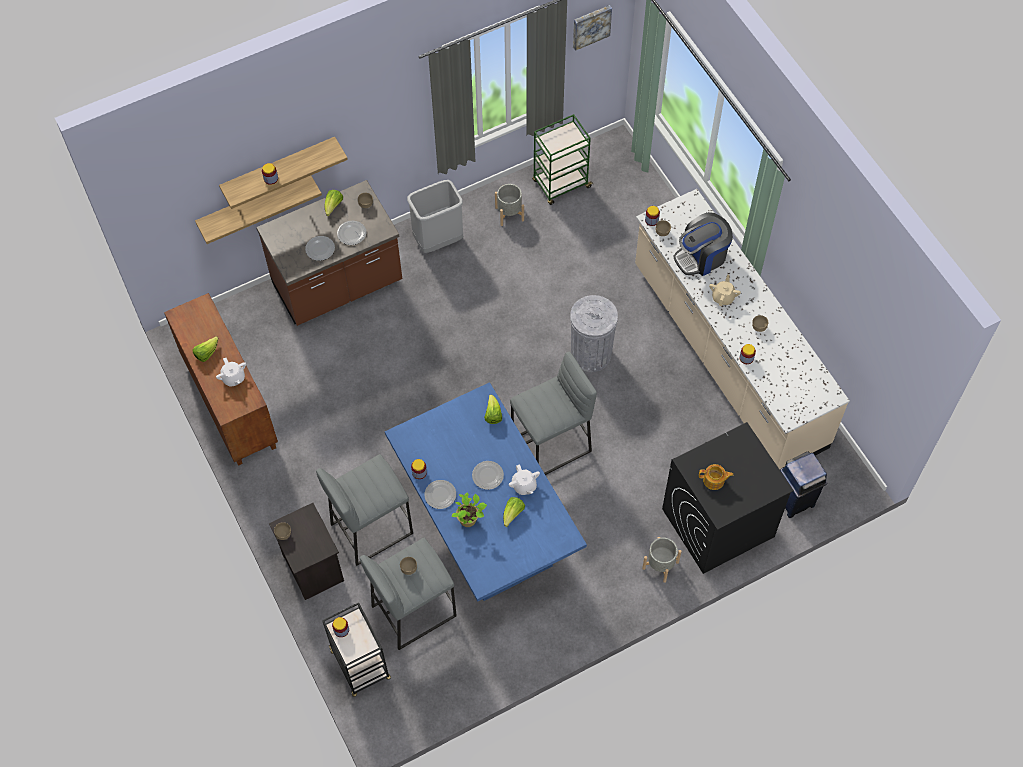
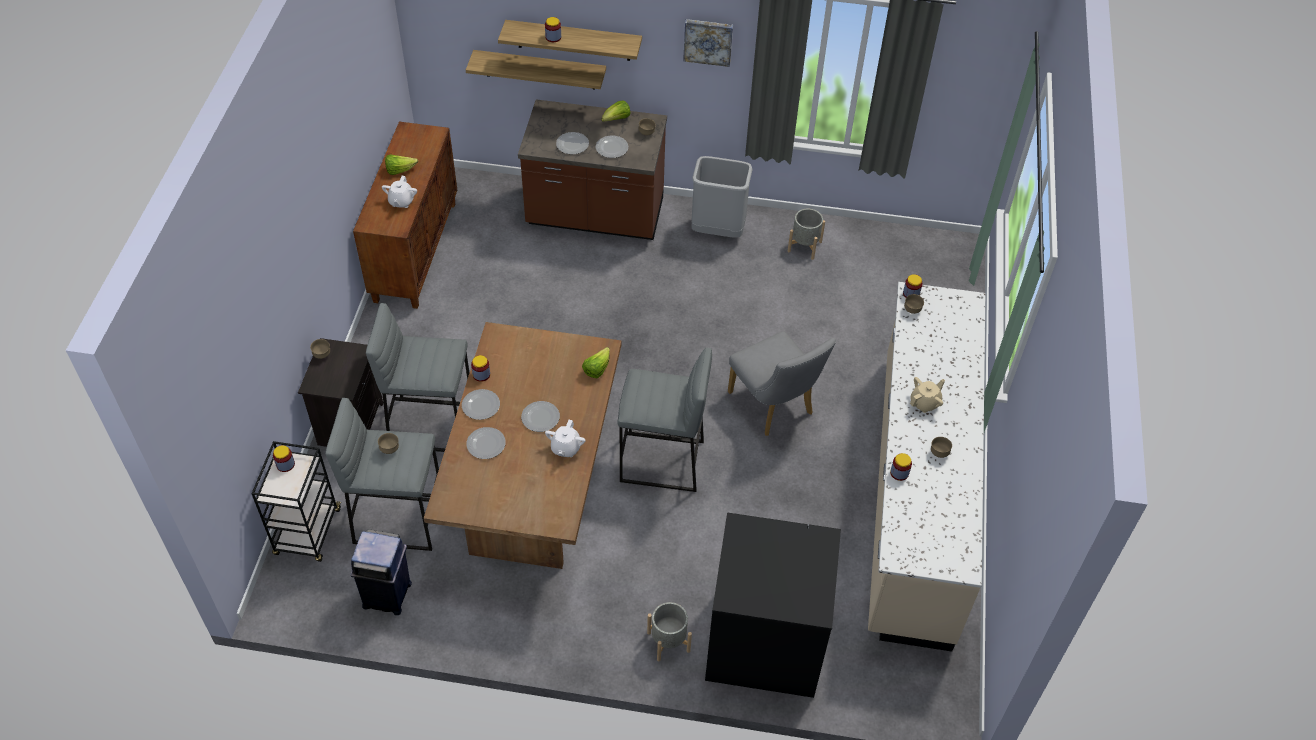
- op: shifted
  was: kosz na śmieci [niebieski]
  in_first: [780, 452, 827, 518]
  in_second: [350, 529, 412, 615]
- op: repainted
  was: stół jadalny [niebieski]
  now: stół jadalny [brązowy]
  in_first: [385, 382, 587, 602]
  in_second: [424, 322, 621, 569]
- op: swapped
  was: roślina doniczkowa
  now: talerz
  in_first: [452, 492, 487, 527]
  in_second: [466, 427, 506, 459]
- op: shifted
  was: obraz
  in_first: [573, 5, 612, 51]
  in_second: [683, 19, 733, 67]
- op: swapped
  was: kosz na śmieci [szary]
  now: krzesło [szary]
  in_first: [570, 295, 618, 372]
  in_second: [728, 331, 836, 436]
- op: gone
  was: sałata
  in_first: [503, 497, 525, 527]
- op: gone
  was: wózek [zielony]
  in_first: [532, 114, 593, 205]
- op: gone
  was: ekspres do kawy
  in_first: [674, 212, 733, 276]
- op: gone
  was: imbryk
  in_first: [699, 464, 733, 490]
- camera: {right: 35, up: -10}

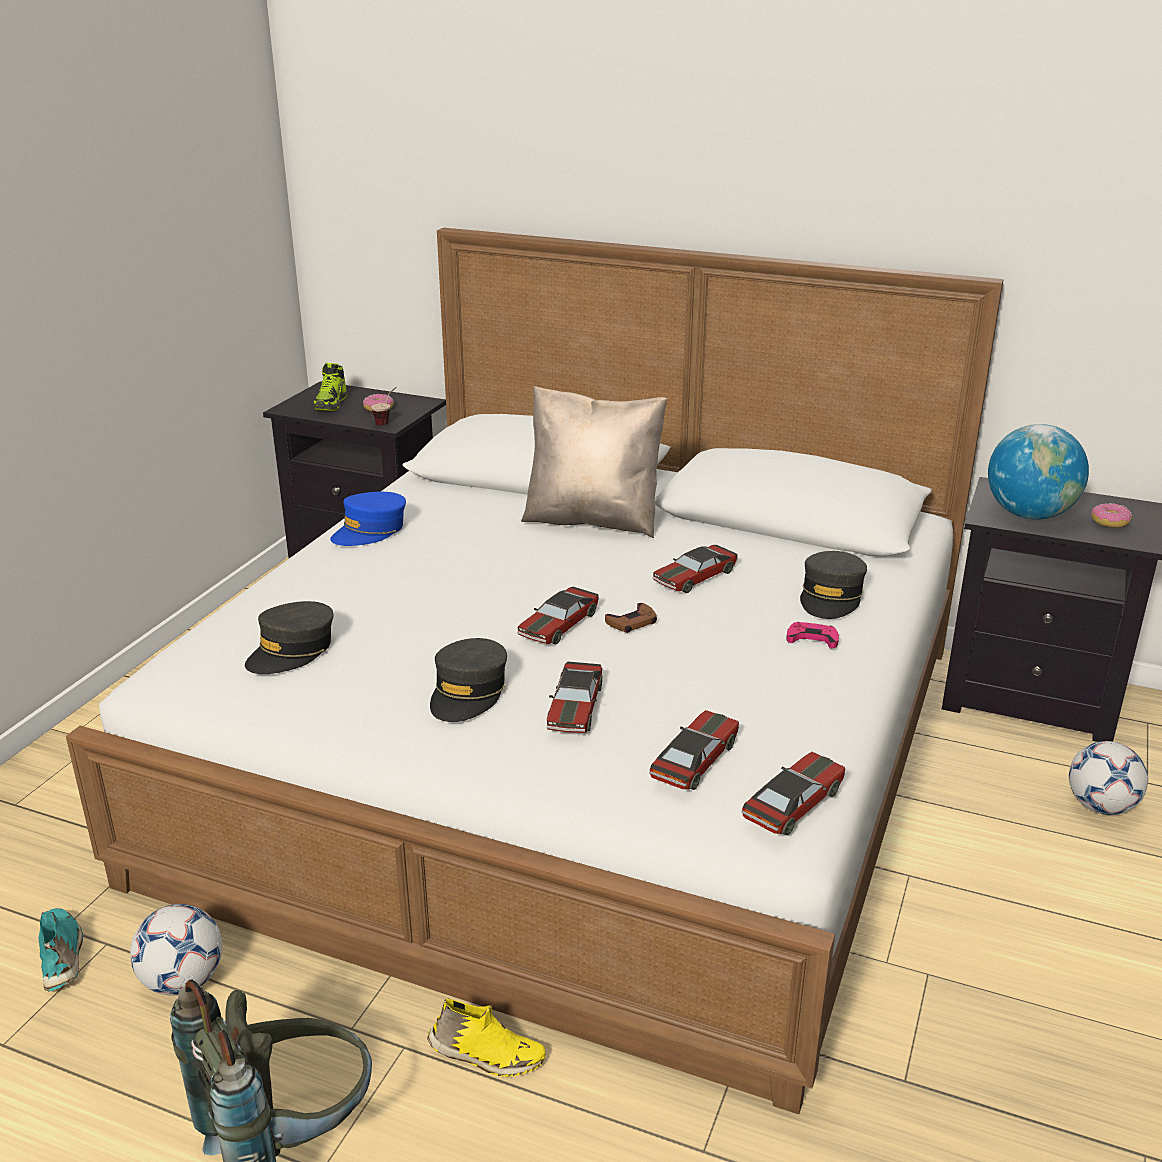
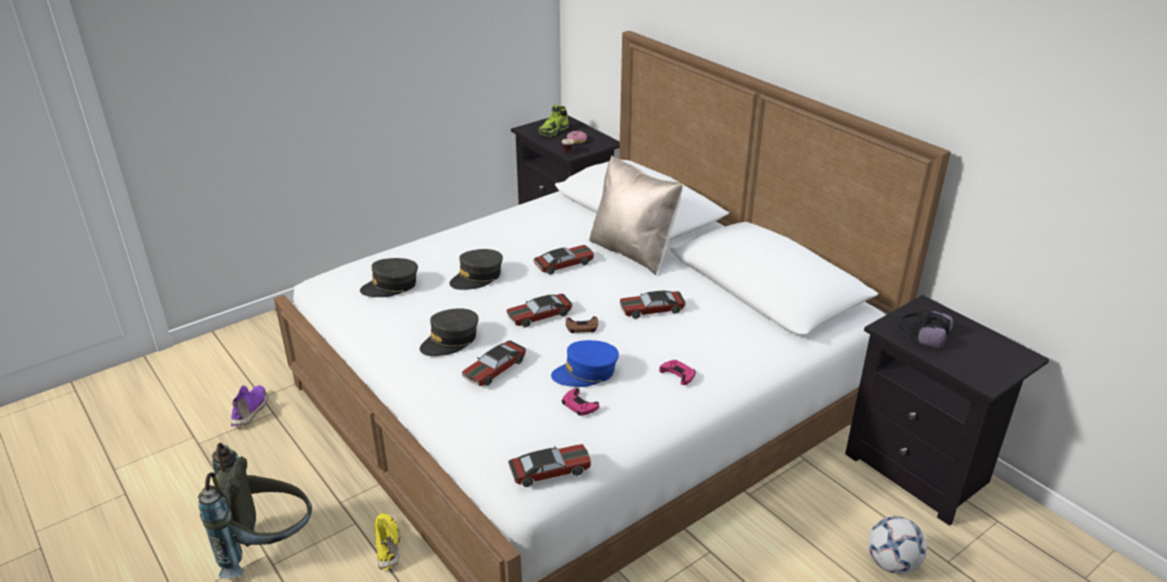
- op: repainted
  was: but [turkusowy]
  now: but [fioletowy]
  in_first: [39, 908, 83, 992]
  in_second: [231, 386, 268, 426]
- op: rotated
  was: but [żółty]
  in_first: [427, 998, 545, 1077]
  in_second: [374, 513, 400, 570]
  clockwise: -150
- op: shifted
  was: czapka z daszkiem [szary]
  in_first: [800, 551, 867, 619]
  in_second: [449, 249, 503, 290]
- op: shifted
  was: samochodzik
  in_first: [649, 710, 739, 790]
  in_second: [534, 245, 594, 275]
- op: shifted
  was: czapka z daszkiem [niebieski]
  in_first: [330, 492, 406, 546]
  in_second: [551, 340, 619, 387]
- op: new
  now: pad do gier [różowy]
  in_second: [562, 388, 599, 416]
- op: swapped
  was: globus
  now: słuchawki
  in_first: [988, 424, 1089, 520]
  in_second: [899, 308, 953, 348]
- op: gone
  was: piłka futbolowa
  in_first: [130, 904, 222, 995]
- op: gone
  was: donut
  in_first: [1091, 503, 1132, 528]
- camera: {right: 30, up: 5}

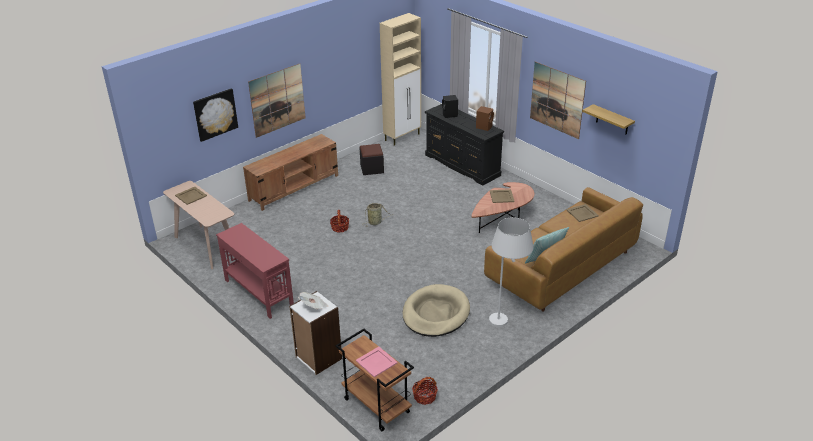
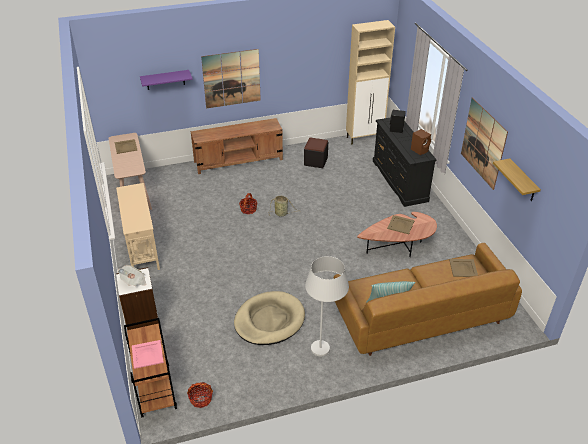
- op: repainted
  was: stolik konsolowy [czerwony]
  now: stolik konsolowy [beżowy]
  in_first: [216, 223, 294, 319]
  in_second: [116, 183, 160, 270]
- op: swapped
  was: obraz
  now: półka [fioletowy]
  in_first: [193, 88, 238, 142]
  in_second: [140, 70, 193, 90]
- camera: {right: 25, up: 5}

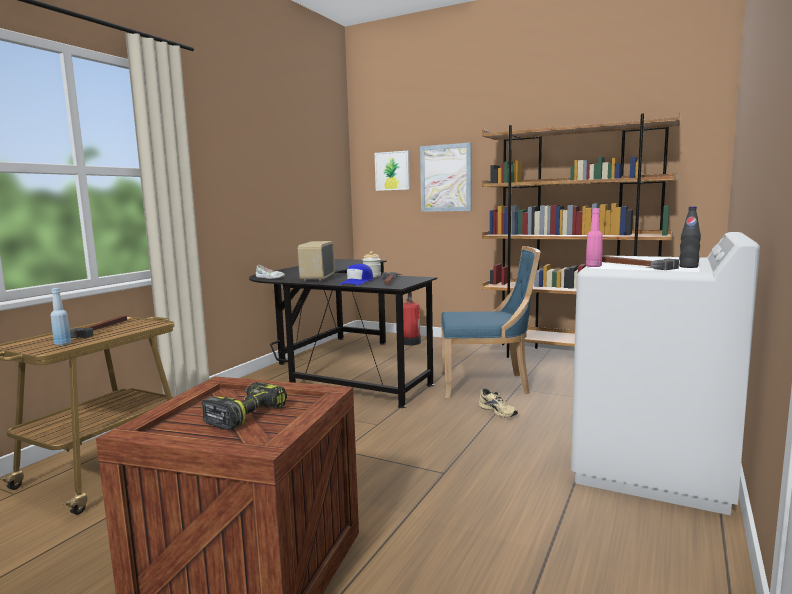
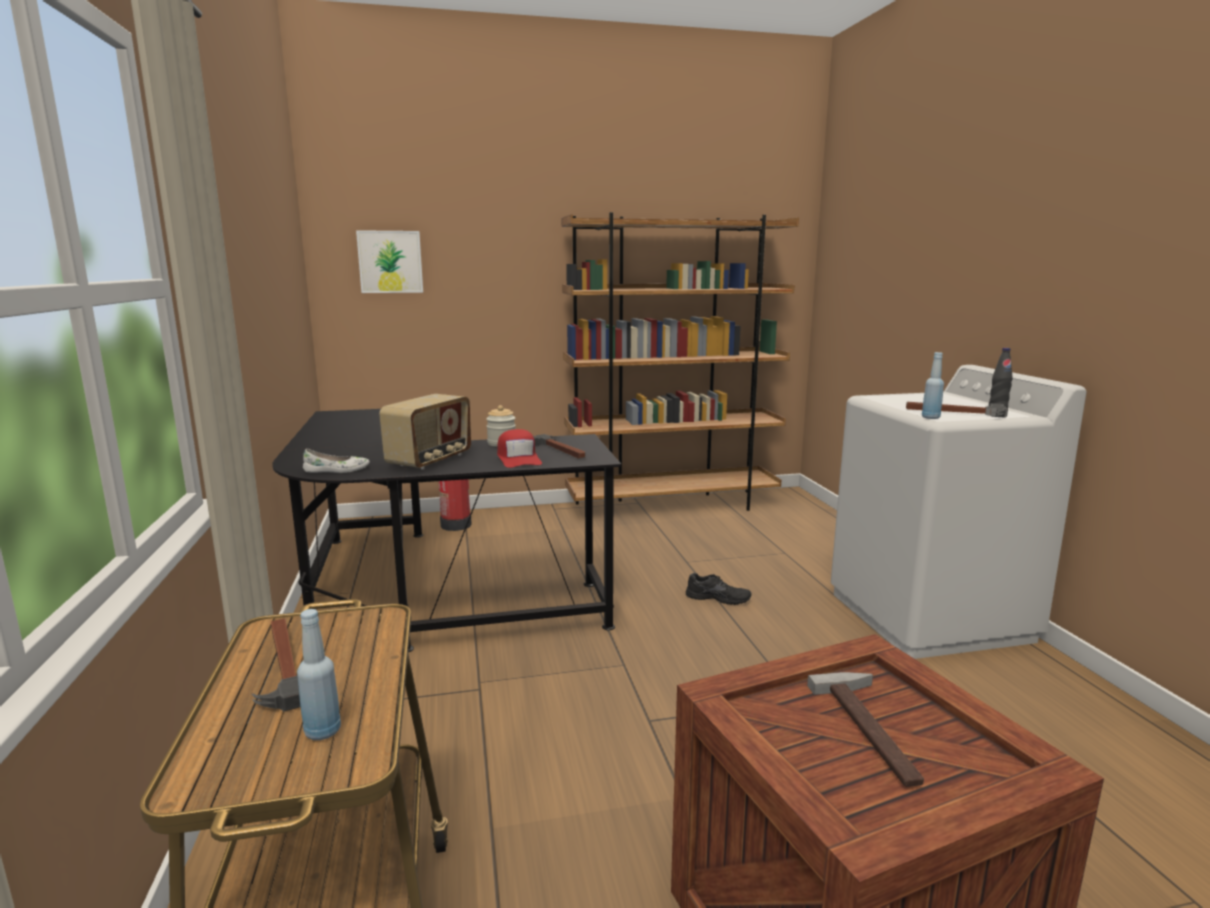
- op: rotated
  was: radio
  in_first: [298, 241, 335, 282]
  in_second: [379, 394, 471, 470]
  clockwise: -120
- op: repainted
  was: czapka z daszkiem [niebieski]
  now: czapka z daszkiem [czerwony]
  in_first: [340, 264, 373, 285]
  in_second: [497, 429, 542, 468]
- op: repainted
  was: but [beżowy]
  now: but [czarny]
  in_first: [478, 388, 518, 418]
  in_second: [686, 573, 752, 605]
- op: swapped
  was: wiertarka
  now: młotek
  in_first: [202, 382, 287, 430]
  in_second: [807, 672, 924, 787]
- op: repainted
  was: butelka [różowy]
  now: butelka [niebieski]
  in_first: [586, 208, 603, 267]
  in_second: [922, 352, 944, 419]
- op: gone
  was: obraz
  in_first: [420, 142, 471, 212]
- op: gone
  was: krzesło [niebieski]
  in_first: [441, 246, 540, 398]
- camera: {right: -40, up: 5}

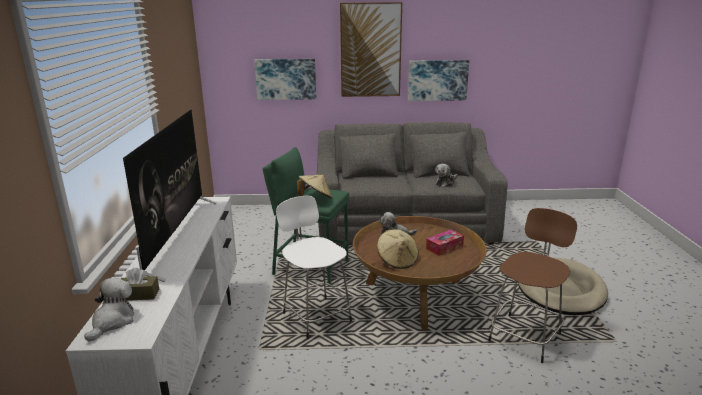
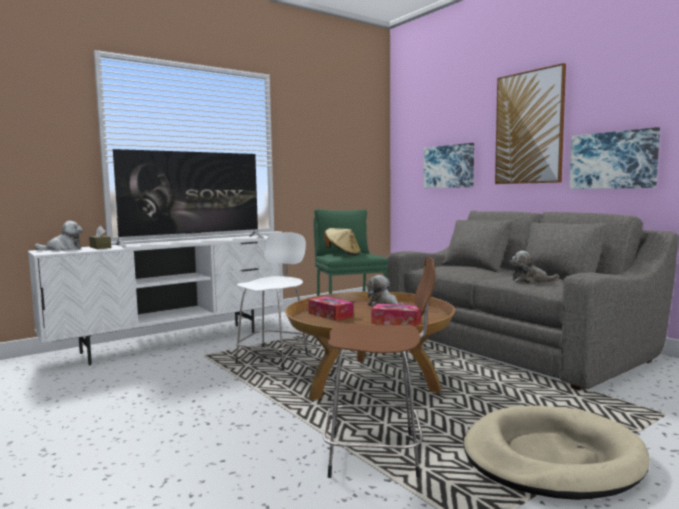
- op: swapped
  was: kapelusz [beżowy]
  now: pudełko chusteczek
  in_first: [377, 229, 419, 269]
  in_second: [308, 296, 353, 321]
- camera: {right: 55, up: -15}

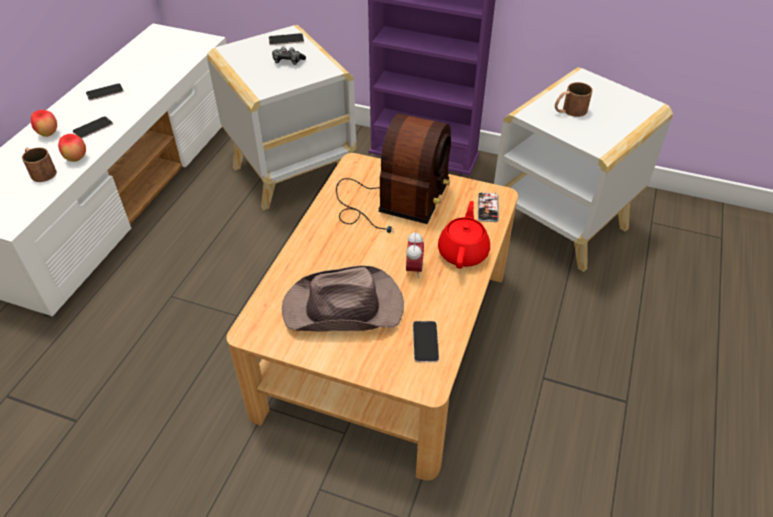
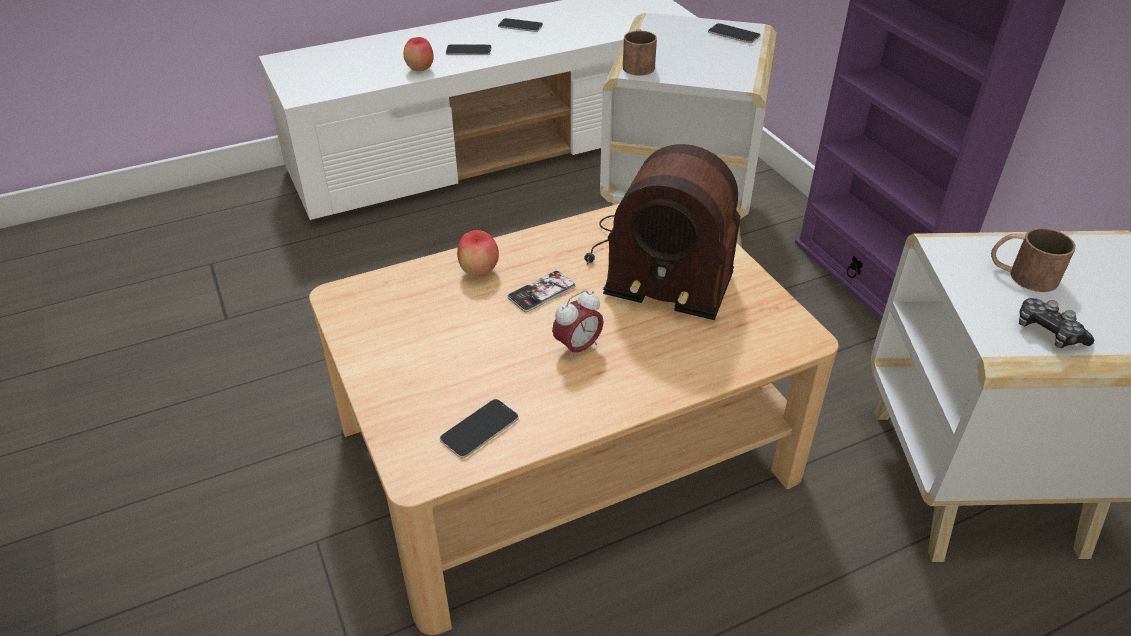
- op: shifted
  was: jabłko
  in_first: [31, 110, 57, 137]
  in_second: [457, 230, 499, 276]
- op: shifted
  was: telefon
  in_first: [478, 192, 499, 222]
  in_second: [508, 270, 575, 312]
- op: rotated
  was: radio
  in_first: [336, 113, 451, 233]
  in_second: [584, 144, 741, 320]
  clockwise: 45
- op: shifted
  was: kubek [brązowy]
  in_first: [22, 147, 57, 182]
  in_second: [623, 28, 657, 75]
- op: shifted
  was: pad do gier
  in_first: [272, 47, 306, 65]
  in_second: [1019, 298, 1094, 349]
- op: gone
  was: kapelusz [brązowy]
  in_first: [282, 265, 404, 332]
- op: gone
  was: imbryk [czerwony]
  in_first: [438, 201, 490, 269]
- camera: {right: 45, up: -5}

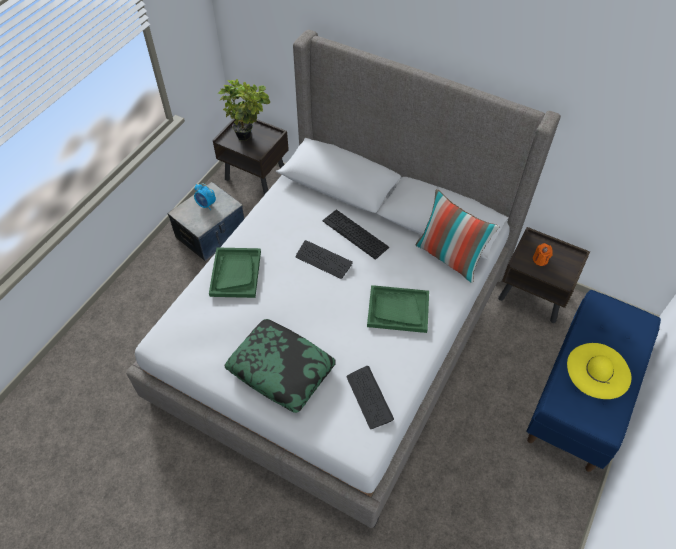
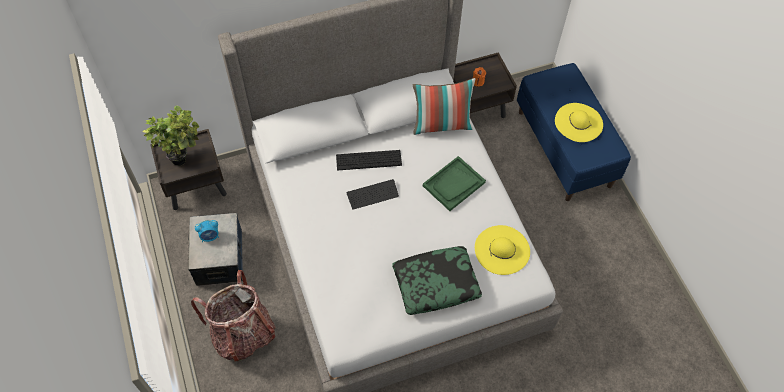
- op: new
  now: plecak
  in_second: [191, 270, 276, 362]
- op: swapped
  was: klawiatura
  now: kapelusz [żółty]
  in_first: [347, 366, 394, 429]
  in_second: [475, 225, 530, 275]
- op: gone
  was: taca [zielony]
  in_first: [209, 247, 261, 298]
- camera: {right: -50, up: 5}

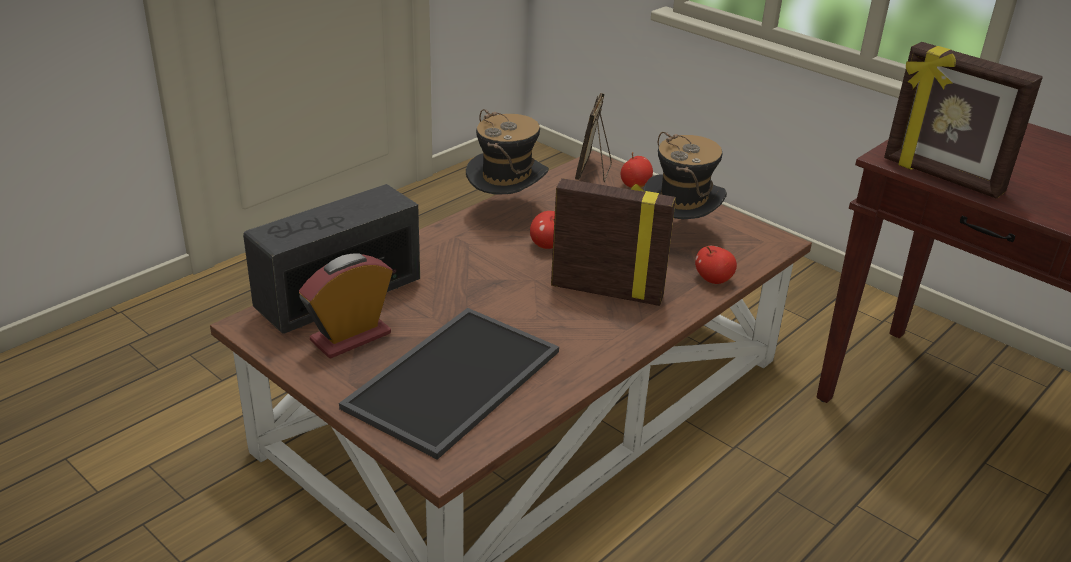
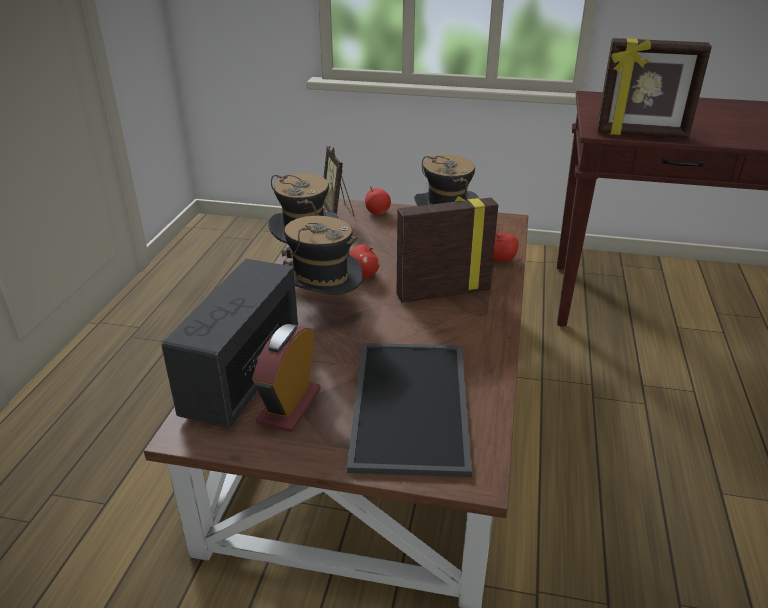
- op: new
  now: kapelusz
  in_second: [281, 216, 363, 295]
- camera: {right: -30, up: 0}

